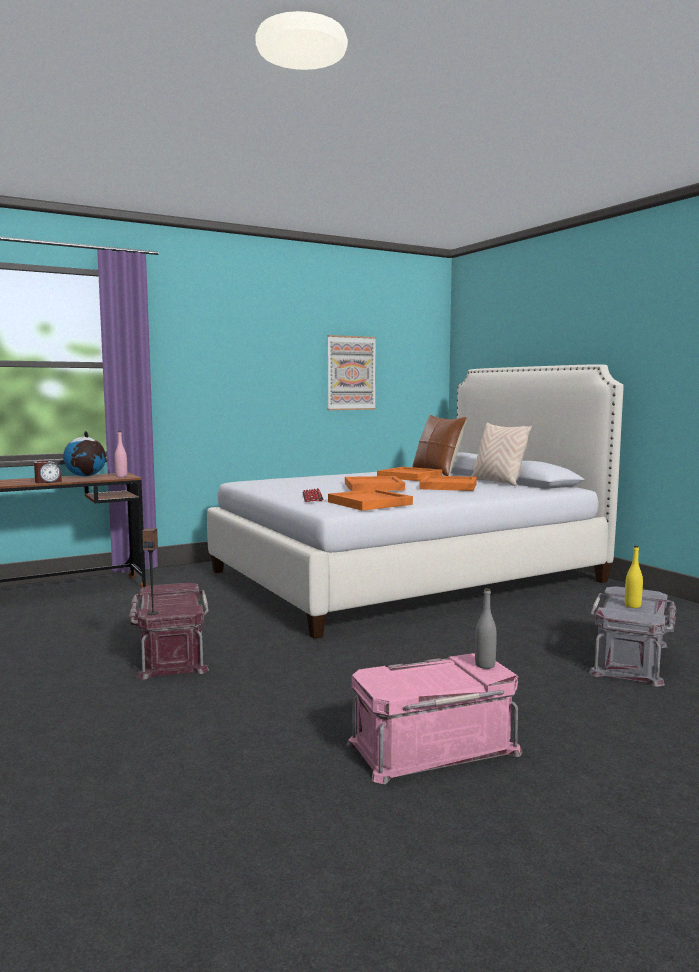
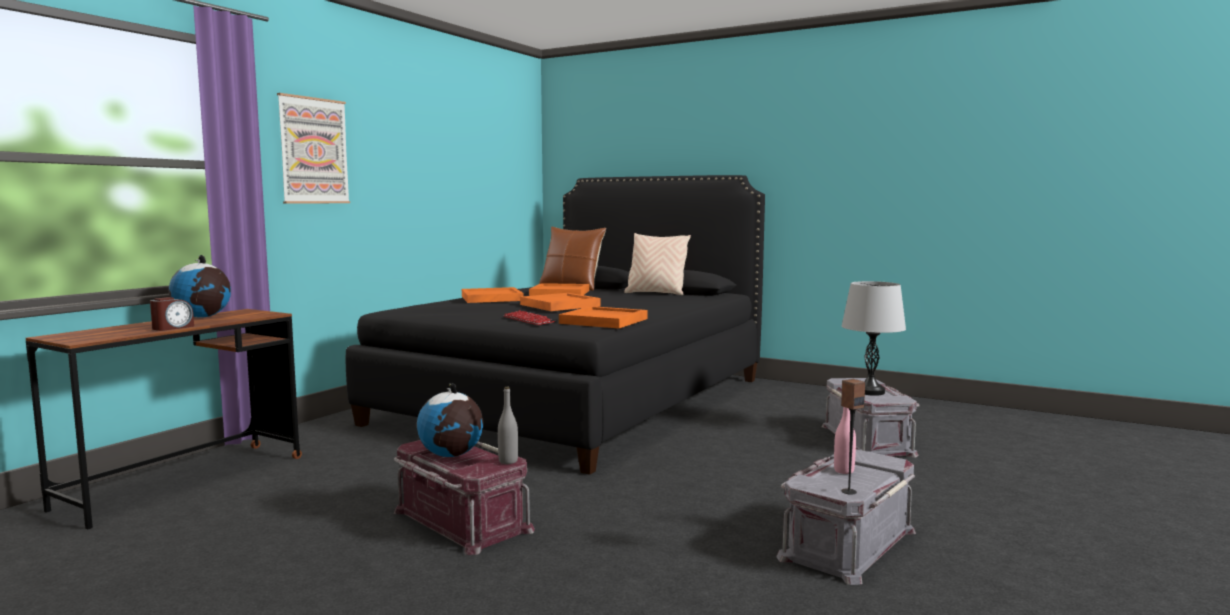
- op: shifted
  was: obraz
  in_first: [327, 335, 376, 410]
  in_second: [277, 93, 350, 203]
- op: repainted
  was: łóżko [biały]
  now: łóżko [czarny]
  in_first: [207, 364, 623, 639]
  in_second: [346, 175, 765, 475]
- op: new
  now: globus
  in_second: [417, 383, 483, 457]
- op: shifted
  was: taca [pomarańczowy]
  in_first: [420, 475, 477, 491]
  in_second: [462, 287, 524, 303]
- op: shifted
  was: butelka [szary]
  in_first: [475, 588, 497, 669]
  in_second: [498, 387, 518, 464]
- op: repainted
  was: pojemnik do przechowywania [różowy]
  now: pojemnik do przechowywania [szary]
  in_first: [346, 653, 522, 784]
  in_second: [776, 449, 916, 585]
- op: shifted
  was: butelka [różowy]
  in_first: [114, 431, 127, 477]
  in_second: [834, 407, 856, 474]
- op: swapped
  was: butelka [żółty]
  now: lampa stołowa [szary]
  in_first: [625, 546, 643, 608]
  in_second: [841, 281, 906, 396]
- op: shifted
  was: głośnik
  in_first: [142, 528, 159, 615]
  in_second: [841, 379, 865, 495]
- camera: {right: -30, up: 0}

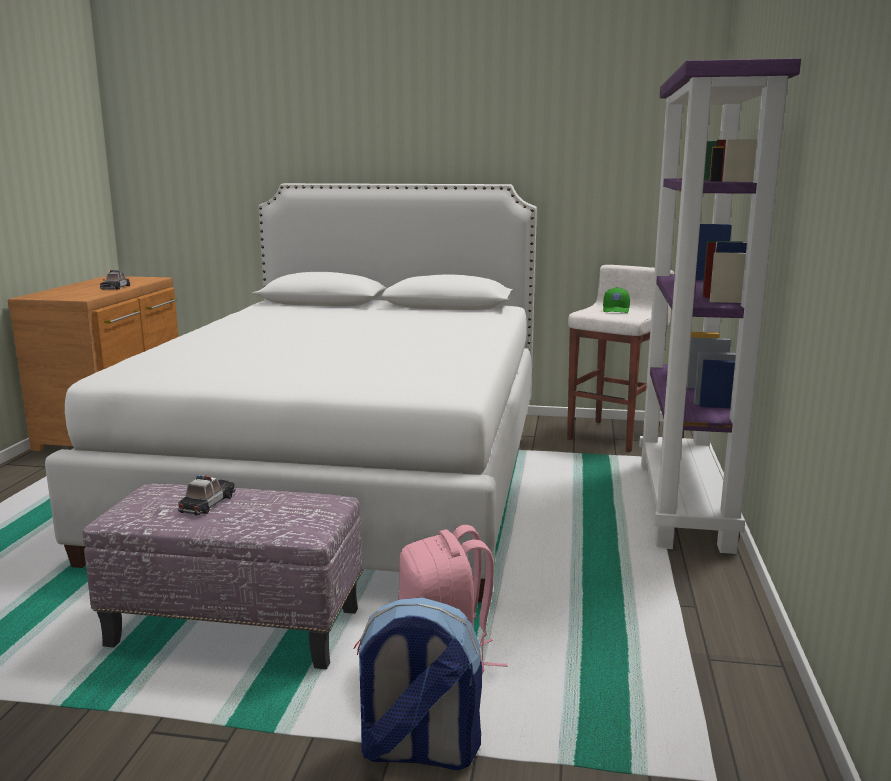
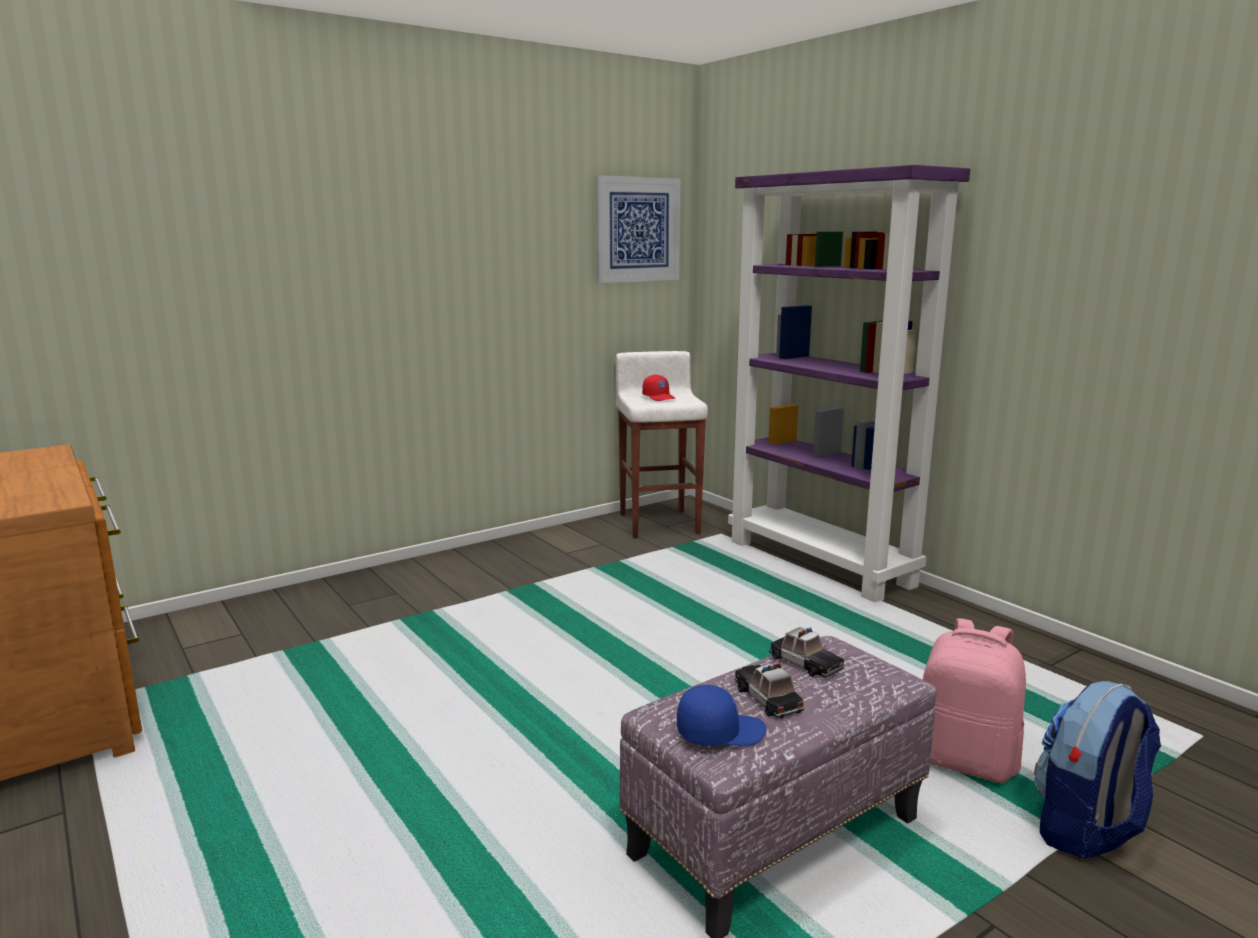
- op: new
  now: obraz
  in_second: [595, 175, 681, 283]
- op: repainted
  was: czapka z daszkiem [zielony]
  now: czapka z daszkiem [czerwony]
  in_first: [603, 287, 630, 313]
  in_second: [642, 374, 676, 401]
- op: new
  now: czapka z daszkiem [niebieski]
  in_second: [677, 685, 766, 746]
- op: shifted
  was: samochodzik
  in_first: [100, 270, 130, 290]
  in_second: [769, 627, 844, 679]
- op: gone
  was: łóżko [biały]
  in_first: [45, 183, 537, 602]
- camera: {right: -45, up: 0}

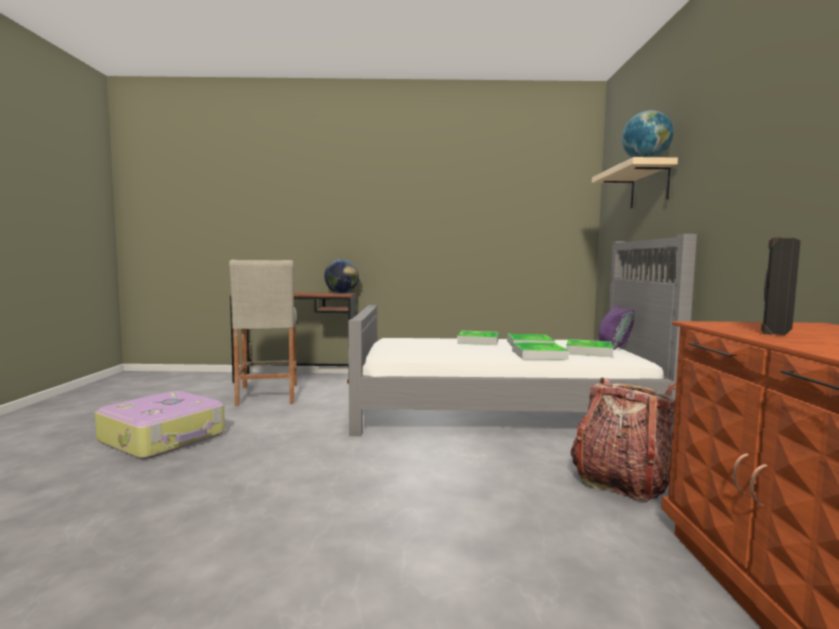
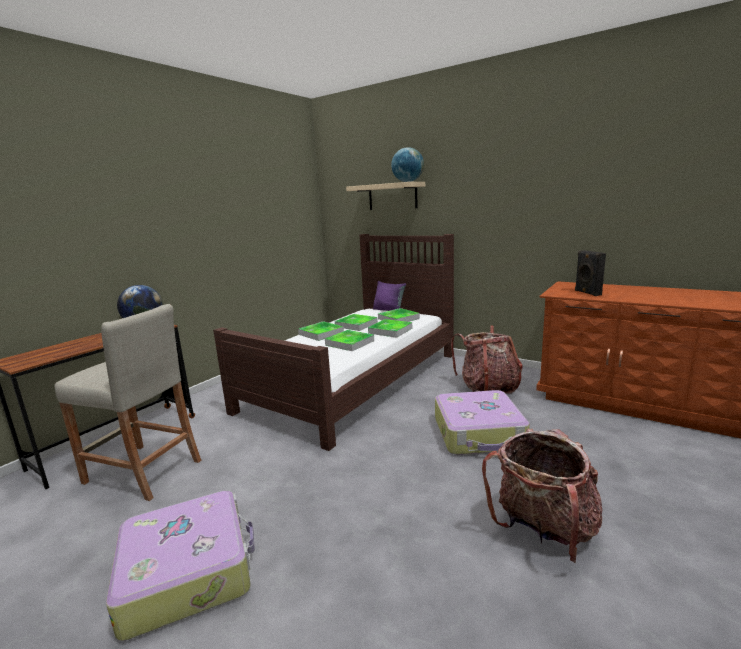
- op: repainted
  was: łóżko [szary]
  now: łóżko [brązowy]
  in_first: [348, 234, 697, 436]
  in_second: [213, 234, 454, 451]
- op: new
  now: taca
  in_second: [325, 330, 374, 351]
- op: new
  now: walizka
  in_second: [435, 390, 530, 455]
- op: new
  now: plecak
  in_second: [482, 429, 602, 563]
- camera: {right: -55, up: 10}

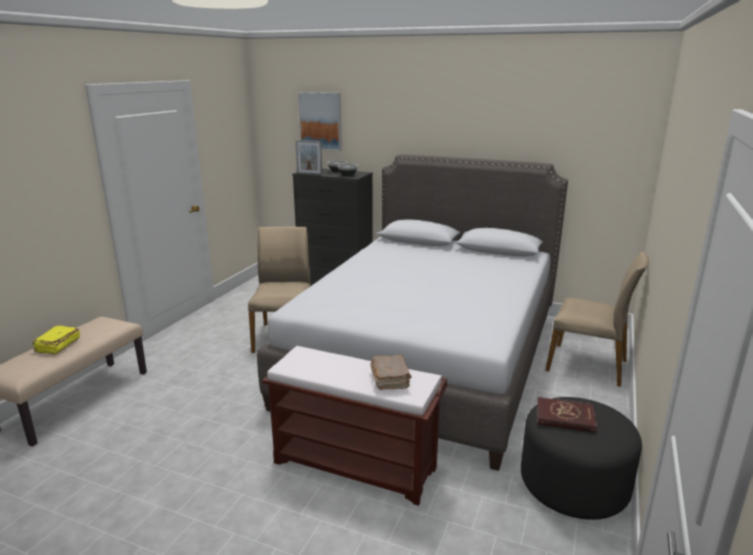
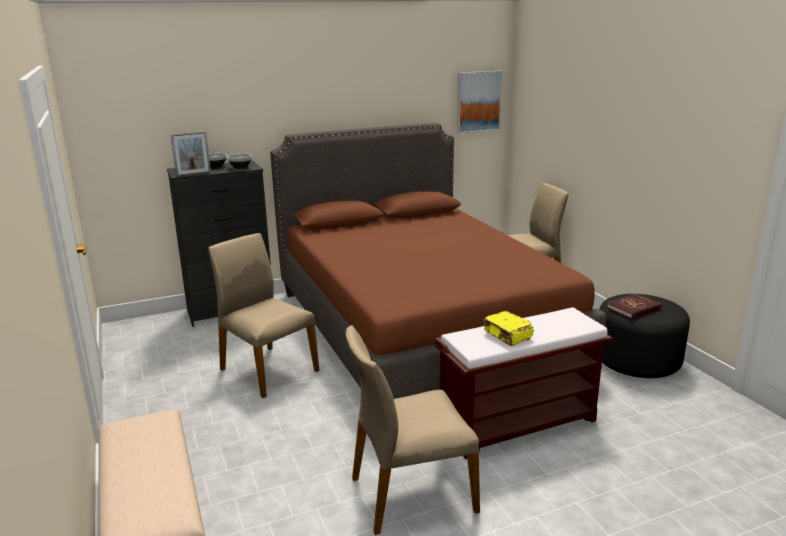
- op: repainted
  was: łóżko [szary]
  now: łóżko [brązowy]
  in_first: [257, 154, 568, 471]
  in_second: [270, 123, 606, 399]
- op: new
  now: krzesło [beżowy]
  in_second: [346, 325, 480, 535]
- op: shifted
  was: obraz
  in_first: [298, 92, 342, 151]
  in_second: [457, 71, 502, 134]
- op: shifted
  was: książka [żółty]
  in_first: [33, 326, 80, 355]
  in_second: [483, 311, 534, 346]
- op: gone
  was: książka [brązowy]
  in_first: [370, 354, 412, 390]
- camera: {right: -45, up: 0}

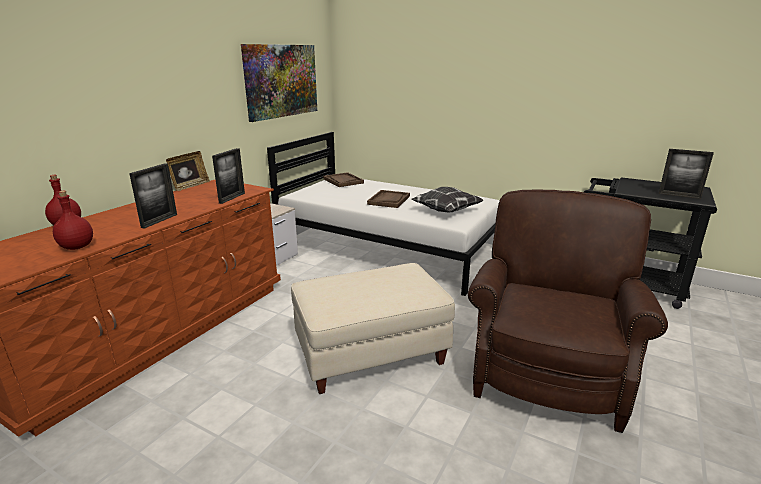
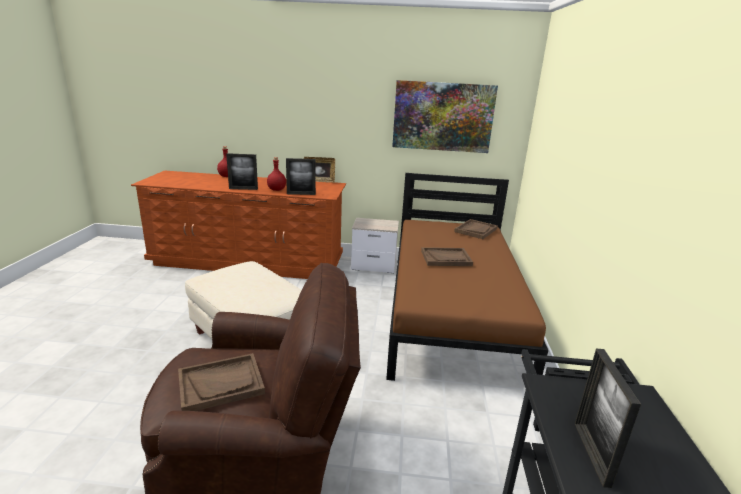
- op: new
  now: taca [brązowy]
  in_second: [178, 353, 265, 411]
- op: shifted
  was: butelka [czerwony]
  in_first: [53, 191, 93, 250]
  in_second: [267, 157, 286, 191]
- op: repainted
  was: łóżko [biały]
  now: łóżko [brązowy]
  in_first: [267, 132, 500, 296]
  in_second: [386, 173, 548, 381]
- op: gone
  was: poduszka
  in_first: [412, 187, 484, 213]
- camera: {right: 65, up: 0}

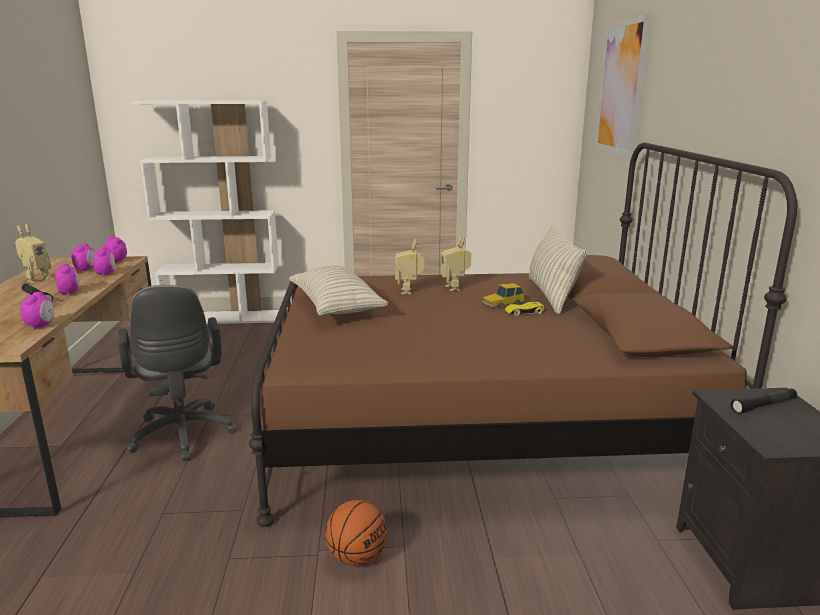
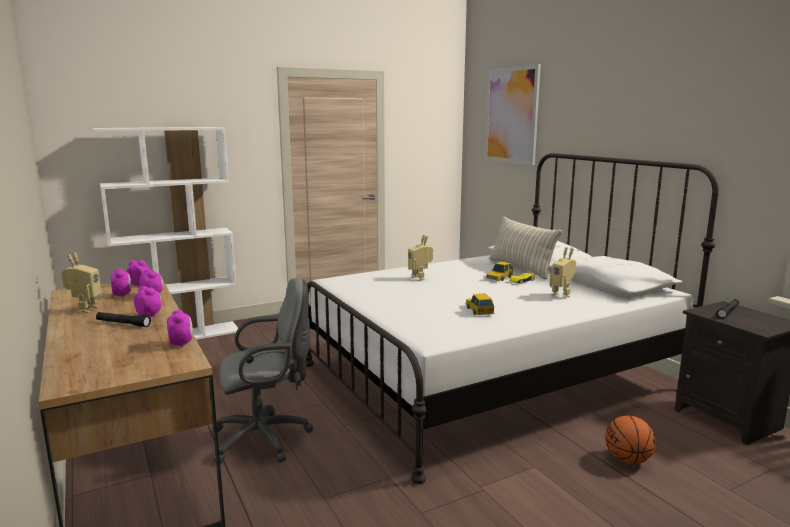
- op: rotated
  was: krzesło biurowe [szary]
  in_first: [118, 285, 237, 461]
  in_second: [213, 278, 314, 464]
  clockwise: -60
- op: repainted
  was: łóżko [brązowy]
  now: łóżko [biały]
  in_first: [249, 142, 797, 527]
  in_second: [305, 153, 719, 484]
- op: new
  now: samochodzik
  in_second: [466, 293, 494, 315]
- op: shifted
  was: robot zabawkowy
  in_first: [441, 236, 471, 291]
  in_second: [550, 247, 576, 299]
- op: shifted
  was: piłka do koszykówki
  in_first: [325, 500, 387, 566]
  in_second: [605, 416, 656, 464]
- op: gone
  was: poduszka
  in_first: [289, 265, 388, 316]
- camera: {right: -25, up: -5}

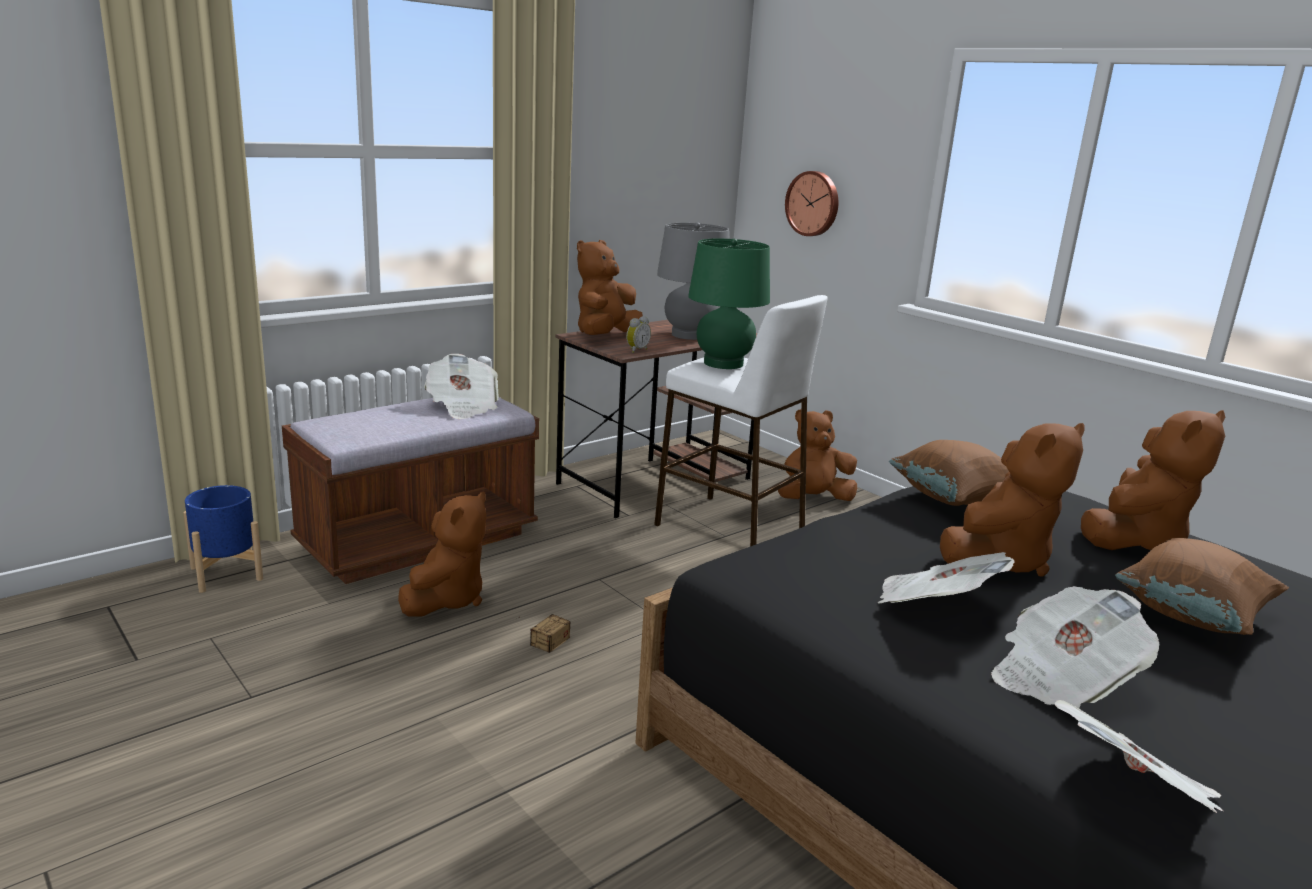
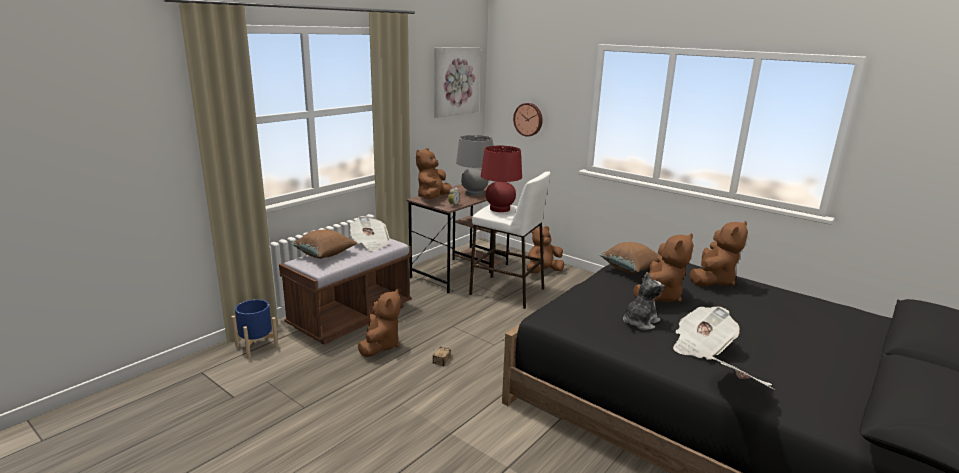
- op: shifted
  was: poduszka [brązowy]
  in_first: [1115, 538, 1289, 635]
  in_second: [292, 230, 357, 259]
- op: new
  now: obraz
  in_second: [434, 47, 481, 118]
- op: repainted
  was: lampa stołowa [zielony]
  now: lampa stołowa [czerwony]
  in_first: [688, 239, 770, 369]
  in_second: [481, 146, 522, 212]
- op: swapped
  was: gazeta
  now: pluszak
  in_first: [878, 552, 1014, 603]
  in_second: [623, 272, 664, 330]
- camera: {right: -10, up: 0}

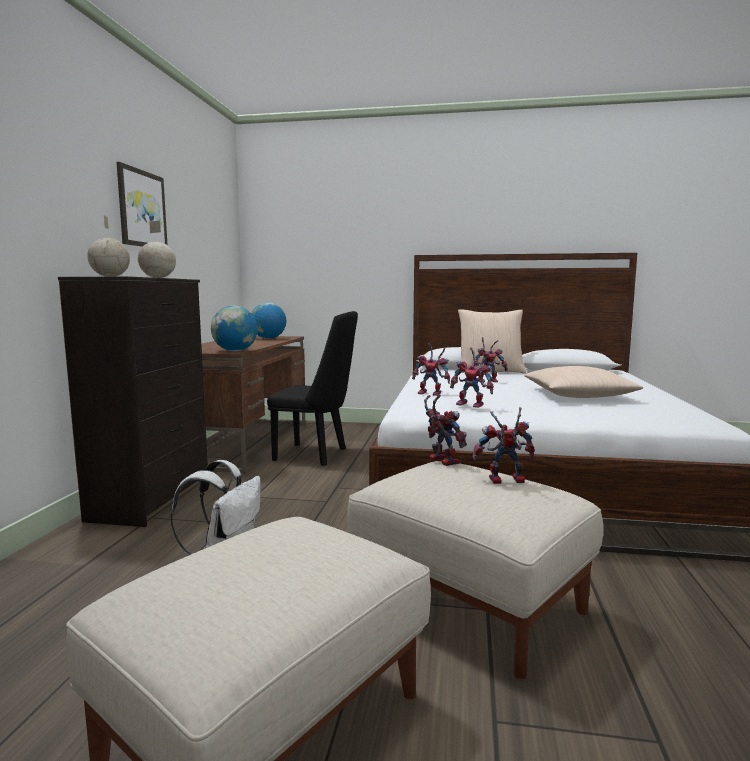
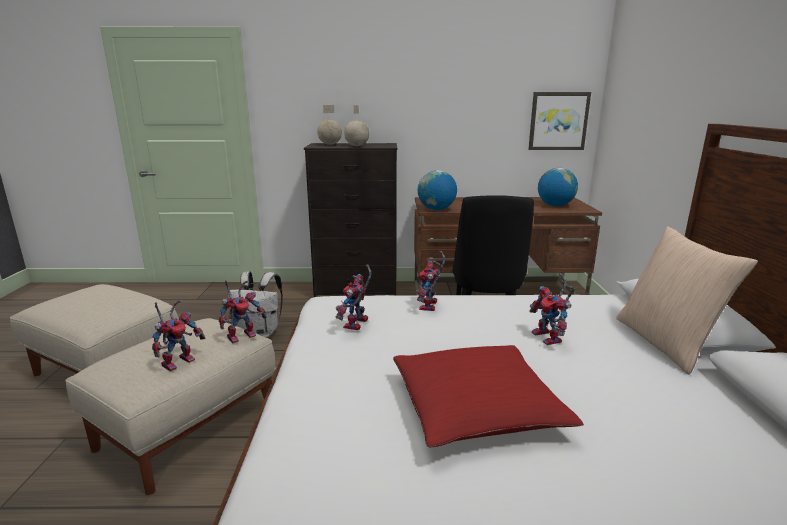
- op: rotated
  was: robot zabawkowy
  in_first: [472, 407, 535, 484]
  in_second: [152, 300, 206, 372]
  clockwise: 45
- op: repainted
  was: poduszka [beżowy]
  now: poduszka [czerwony]
  in_first: [524, 366, 643, 398]
  in_second: [393, 345, 584, 447]
- op: shifted
  was: obraz
  in_first: [117, 162, 168, 247]
  in_second: [528, 92, 591, 150]
- camera: {right: 80, up: 10}

